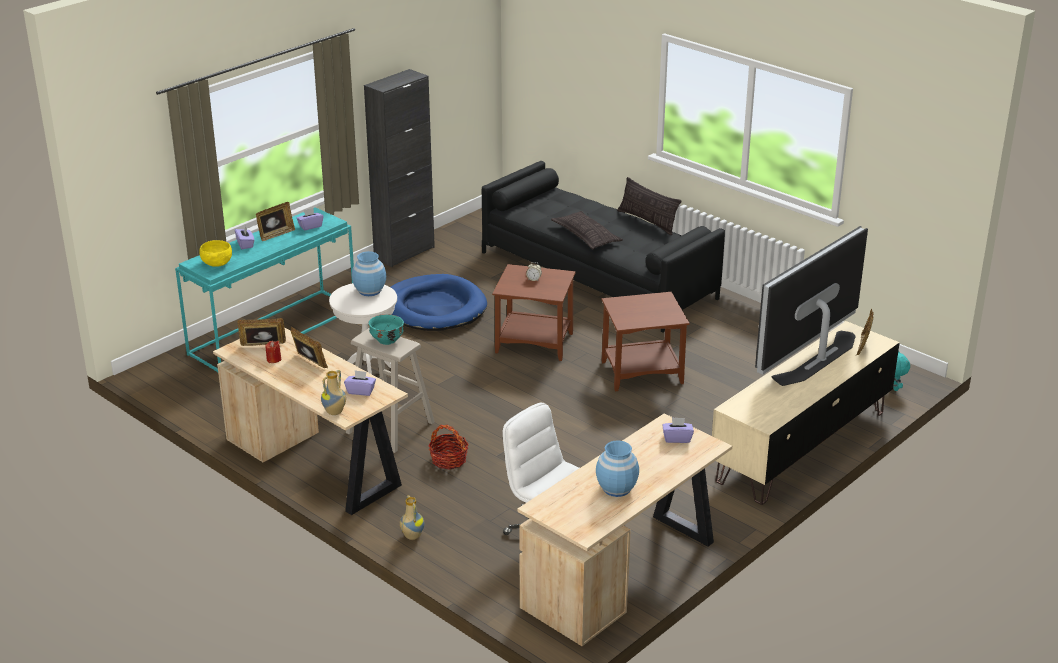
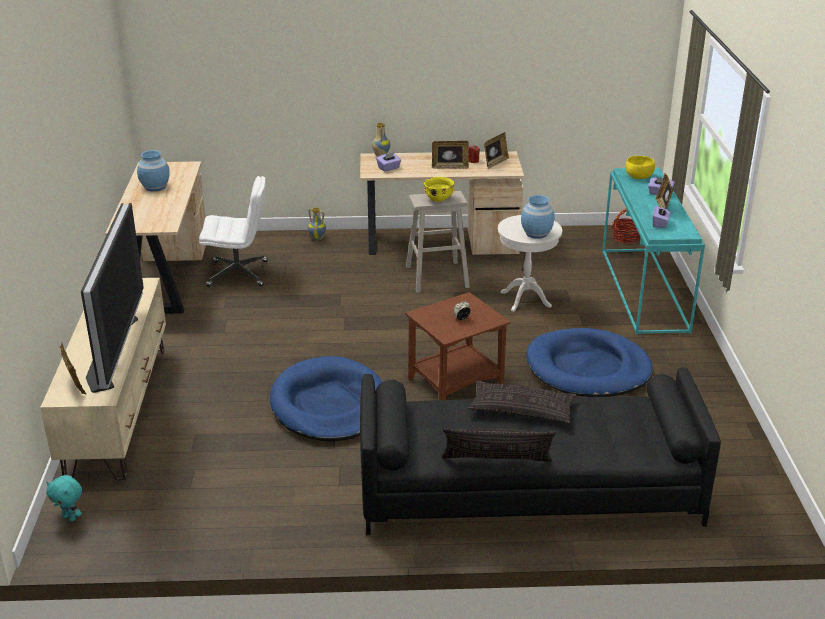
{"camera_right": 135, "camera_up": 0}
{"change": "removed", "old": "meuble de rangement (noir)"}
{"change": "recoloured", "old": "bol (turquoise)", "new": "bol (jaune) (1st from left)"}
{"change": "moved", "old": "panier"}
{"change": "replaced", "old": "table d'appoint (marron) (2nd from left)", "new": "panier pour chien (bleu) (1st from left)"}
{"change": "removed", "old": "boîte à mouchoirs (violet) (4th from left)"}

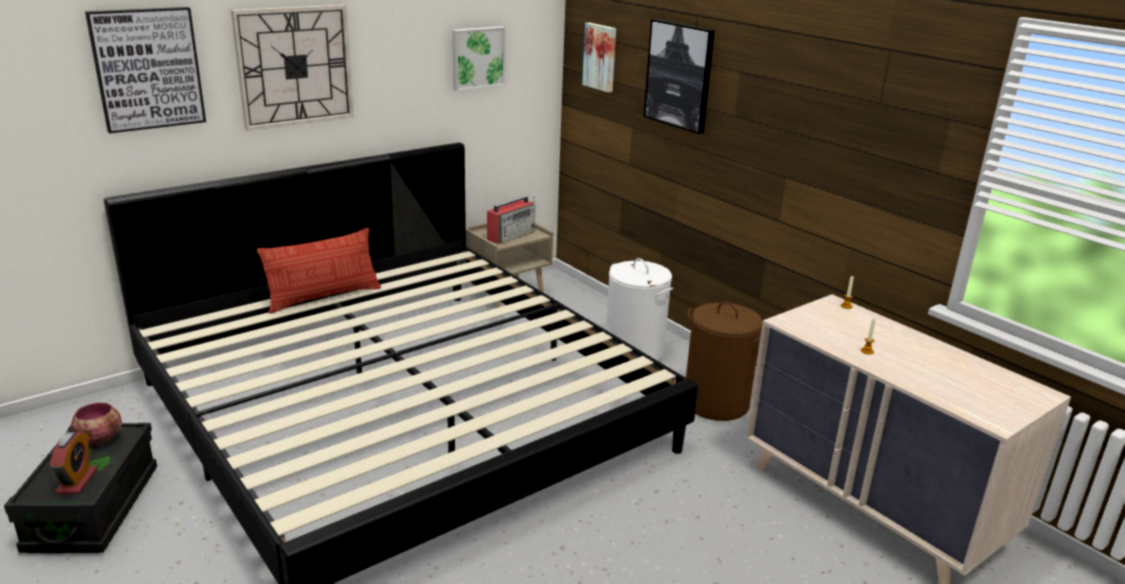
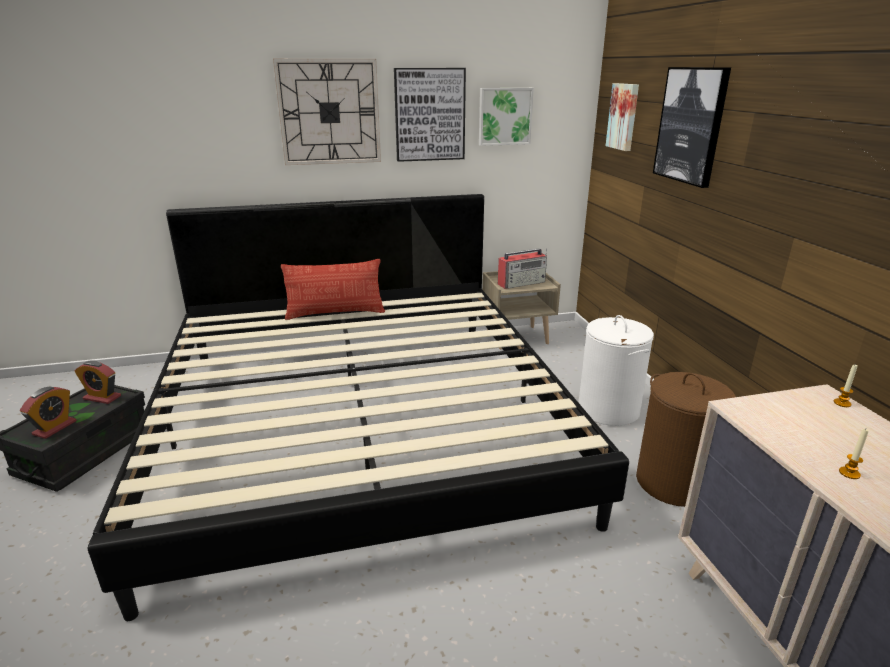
{"camera_right": 25, "camera_up": 0}
{"change": "replaced", "old": "bol", "new": "réveil (2nd from left)"}
{"change": "moved", "old": "tableau (1st from left)"}

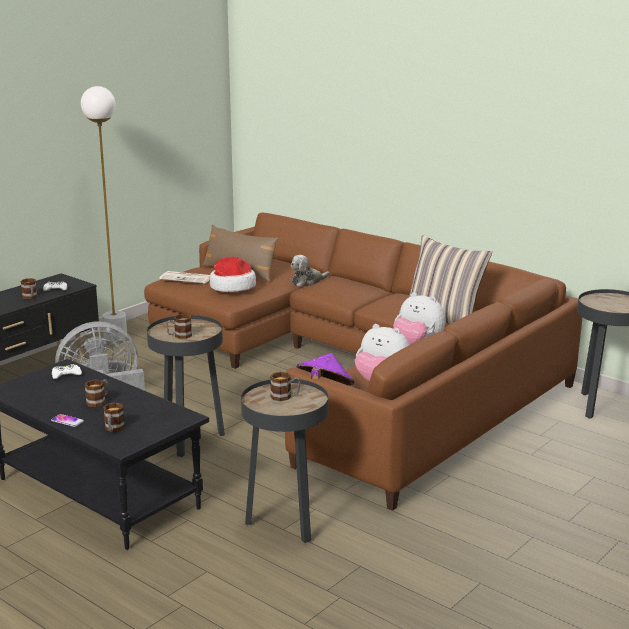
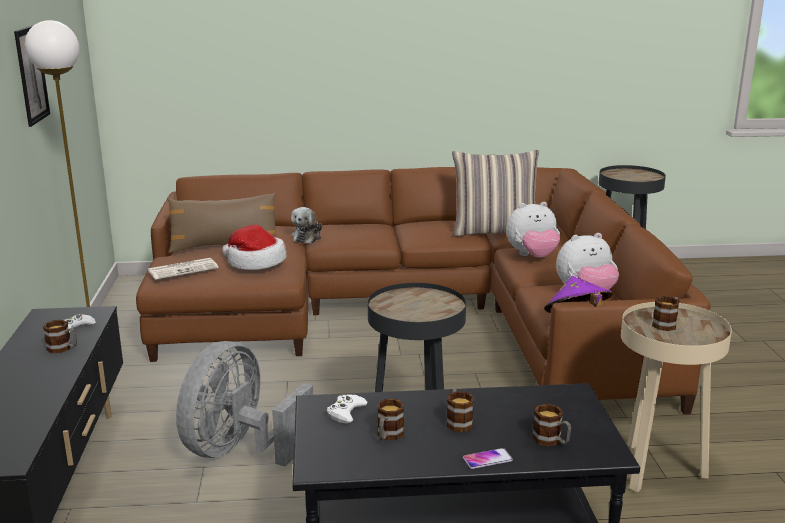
{"camera_right": -45, "camera_up": 0}
{"change": "moved", "old": "mug (4th from left in the first image)", "new": "mug (2nd from left)"}
{"change": "recoloured", "old": "table d'appoint (noir) (2nd from left)", "new": "table d'appoint (beige)"}
{"change": "added", "new": "tableau"}

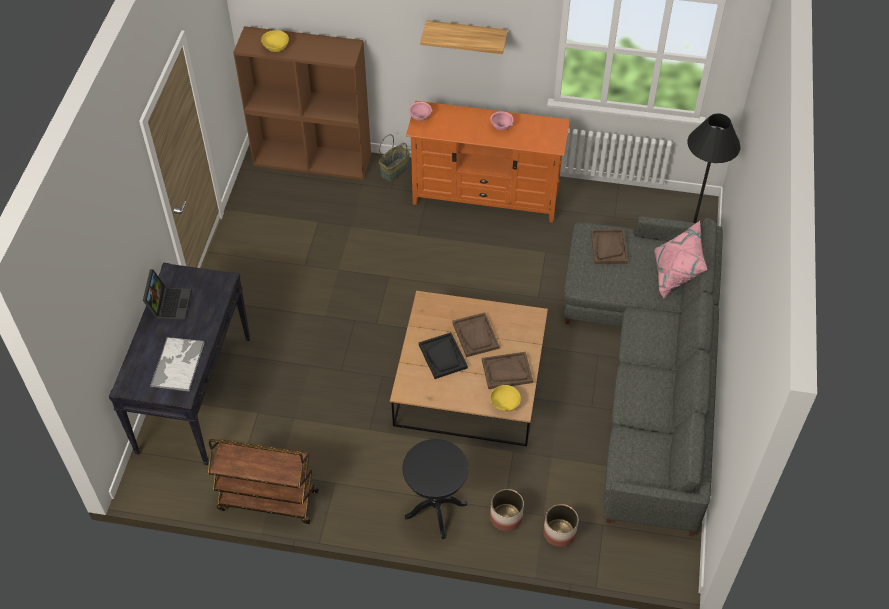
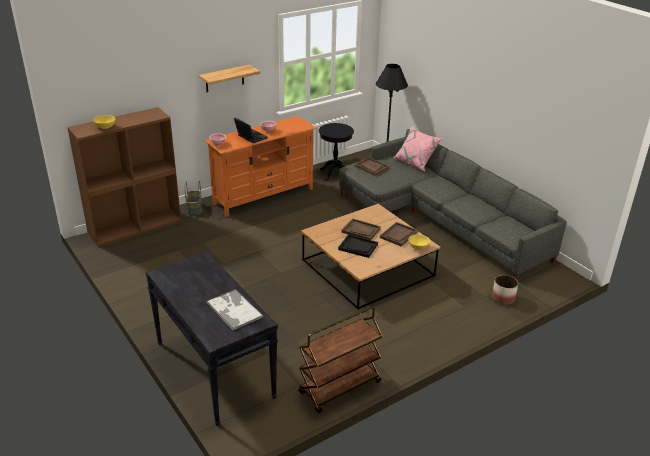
{"camera_right": -45, "camera_up": -20}
{"change": "moved", "old": "ordinateur portable"}
{"change": "moved", "old": "table d'appoint (noir)"}
{"change": "removed", "old": "cache-pot (1st from left)"}

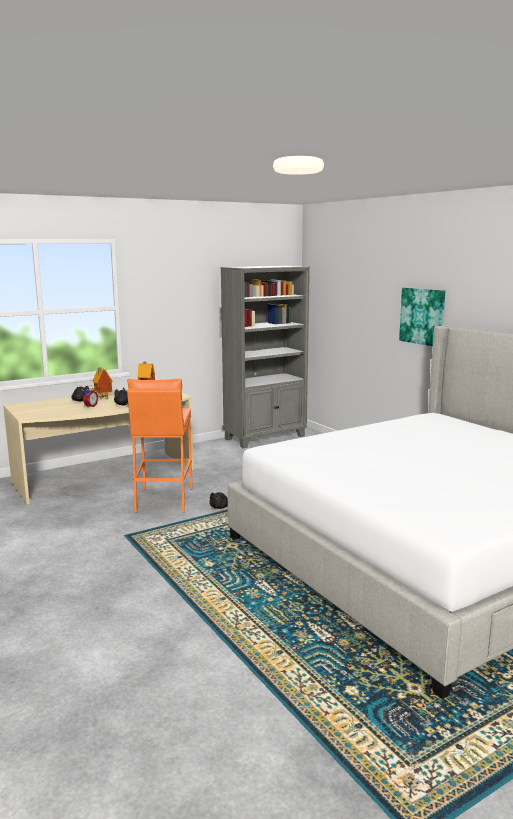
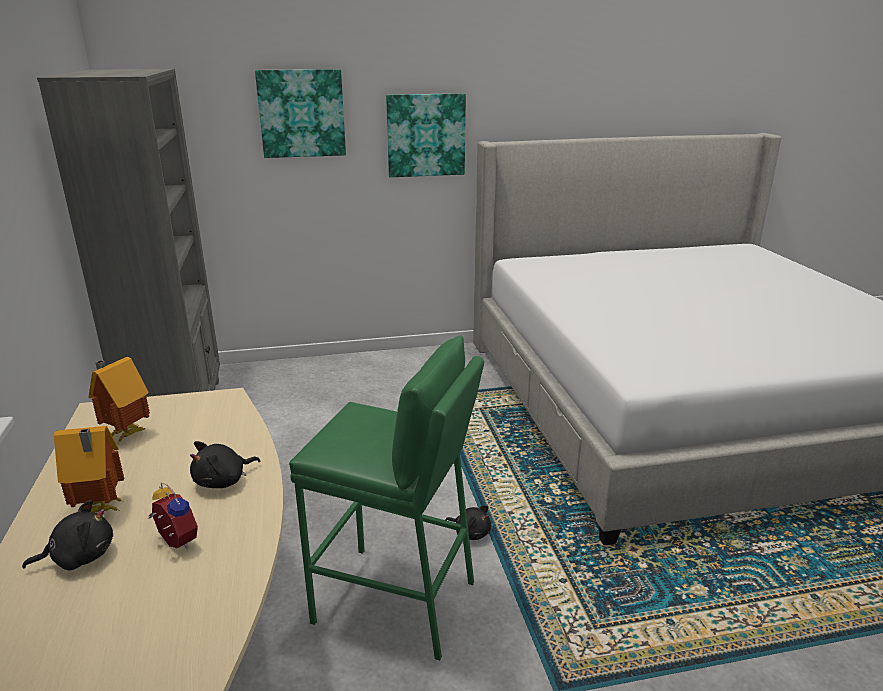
{"camera_right": -70, "camera_up": 10}
{"change": "recoloured", "old": "tabouret (orange)", "new": "tabouret (vert)"}
{"change": "added", "new": "tableau (1st from left)"}

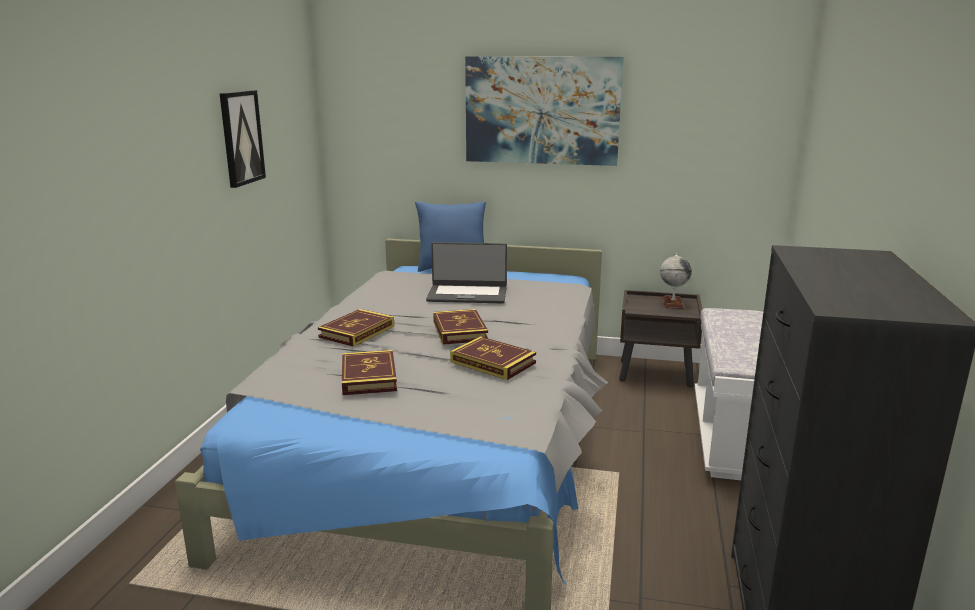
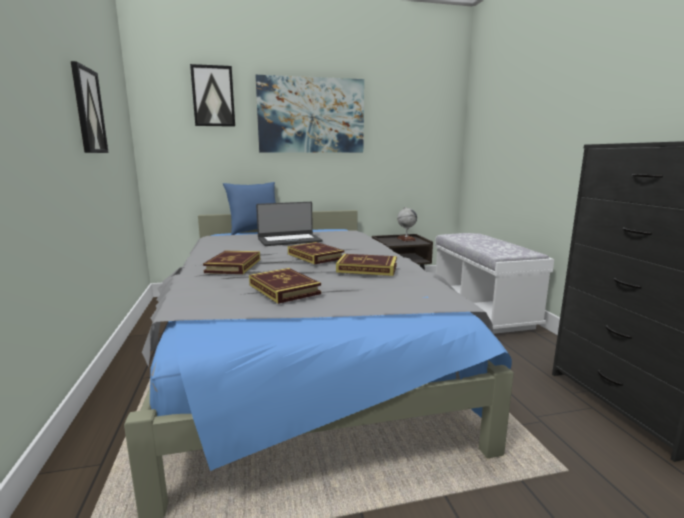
{"camera_right": -25, "camera_up": -5}
{"change": "added", "new": "tableau (2nd from left)"}

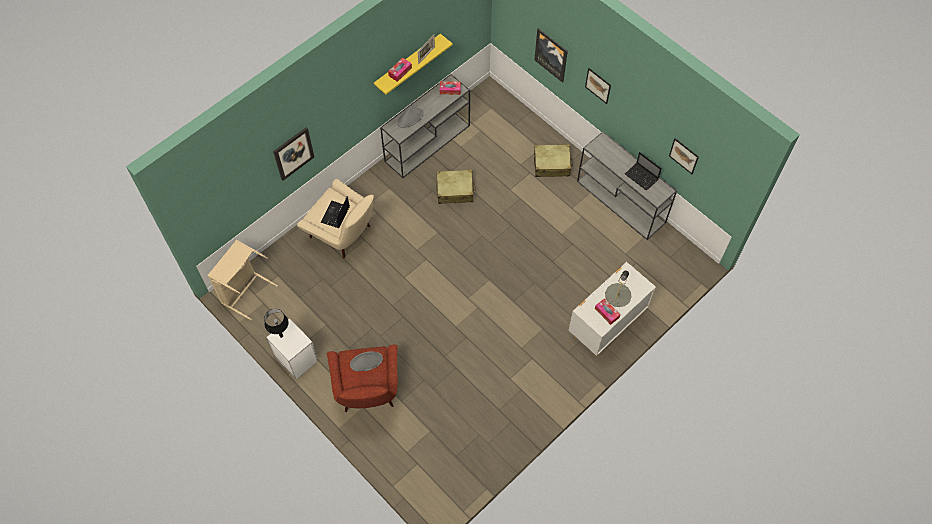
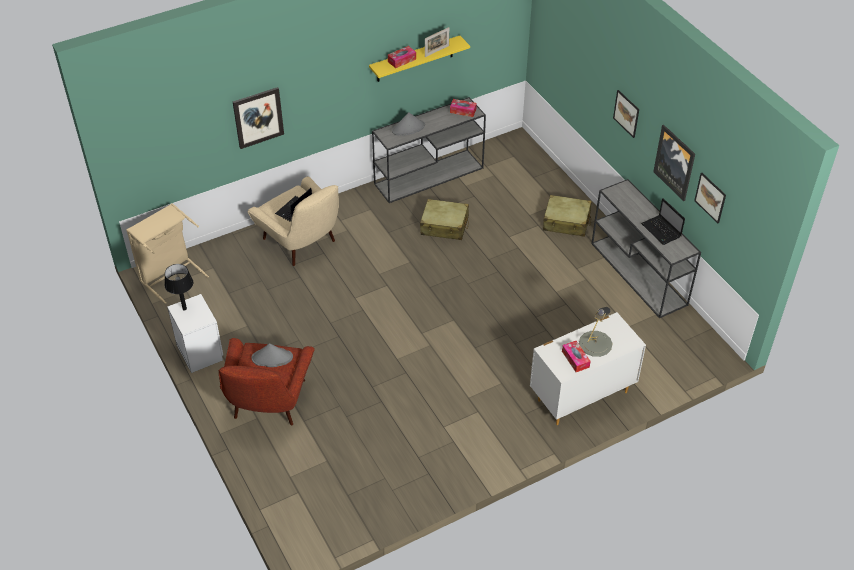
{"camera_right": 15, "camera_up": -15}
{"change": "moved", "old": "tableau (2nd from left in the first image)", "new": "tableau (3rd from left)"}

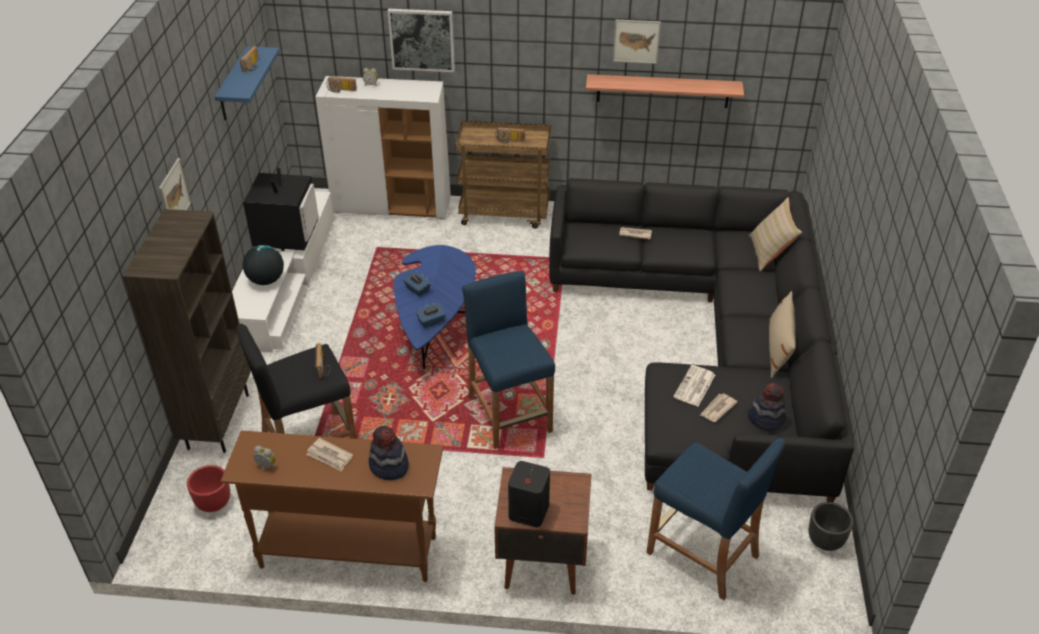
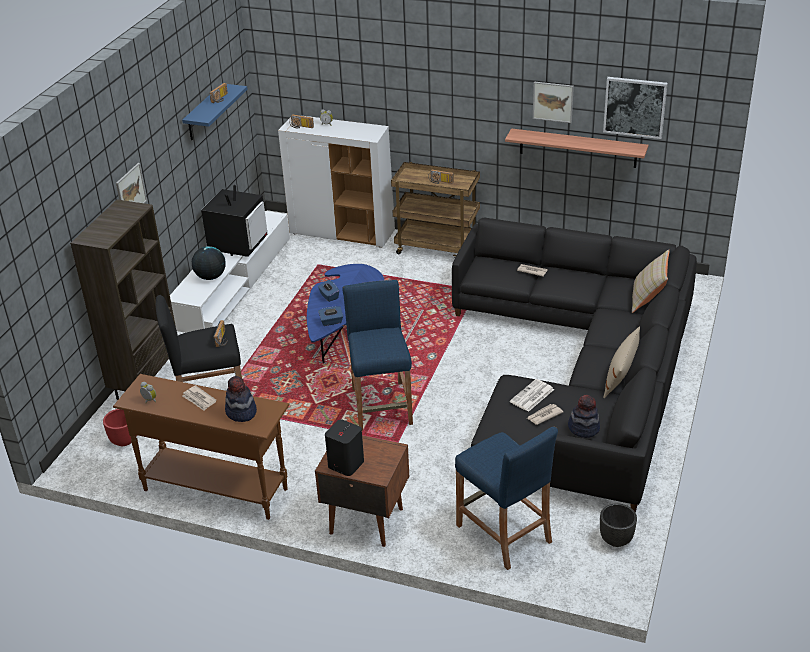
{"camera_right": 15, "camera_up": -5}
{"change": "moved", "old": "tableau (2nd from left in the first image)", "new": "tableau (3rd from left)"}

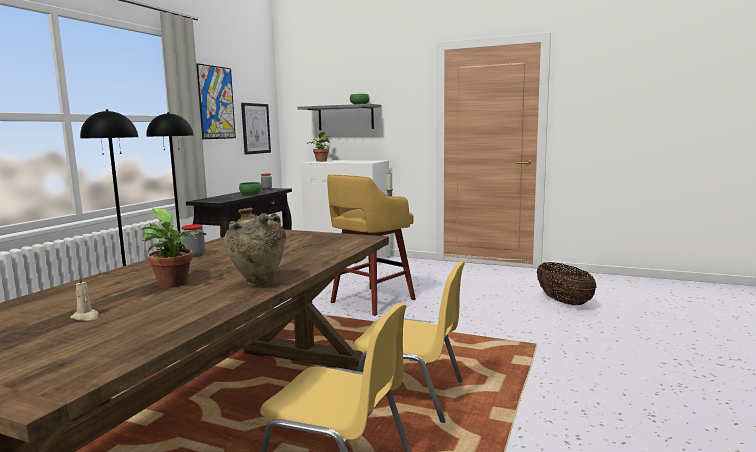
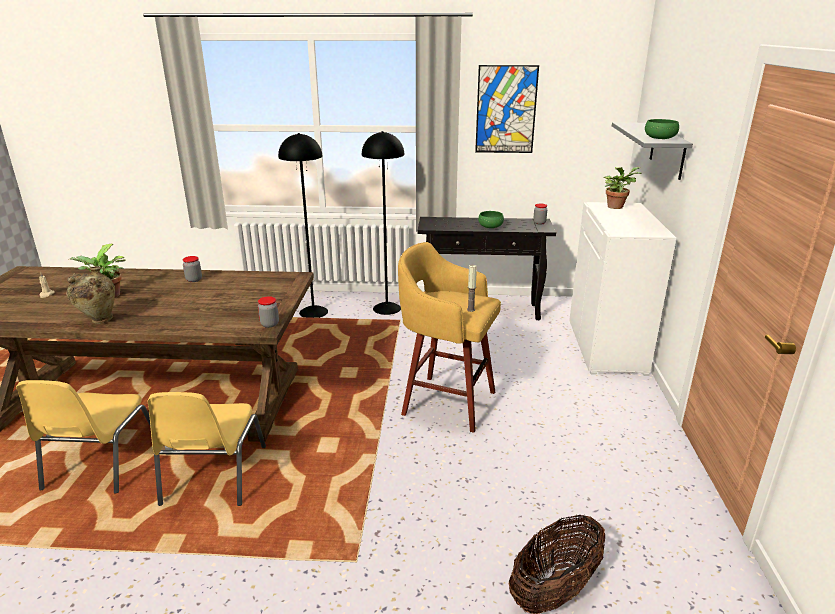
{"camera_right": 70, "camera_up": 15}
{"change": "removed", "old": "tableau (2nd from left)"}
{"change": "added", "new": "bocal (2nd from left)"}

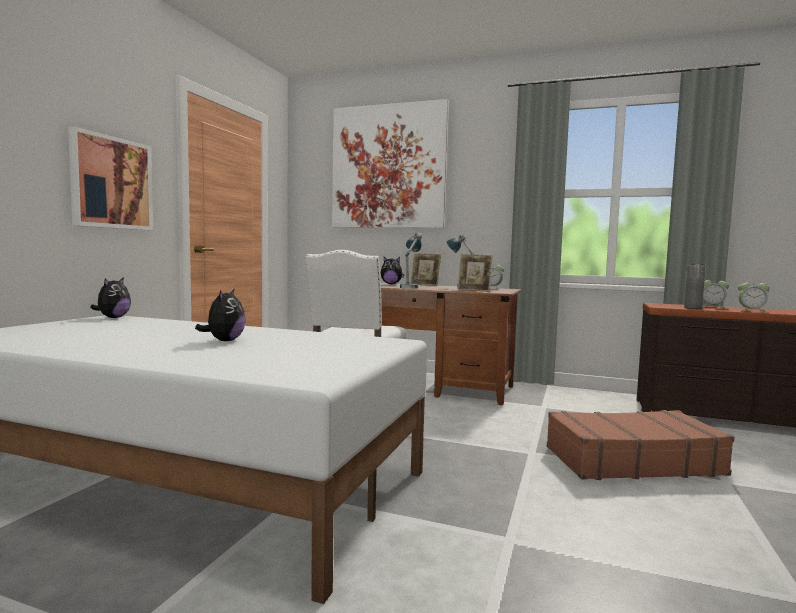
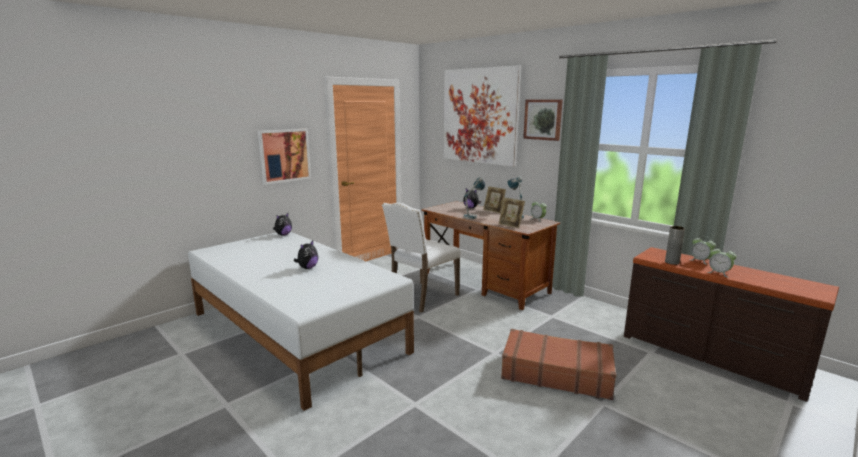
{"camera_right": 25, "camera_up": 10}
{"change": "added", "new": "tableau (3rd from left)"}

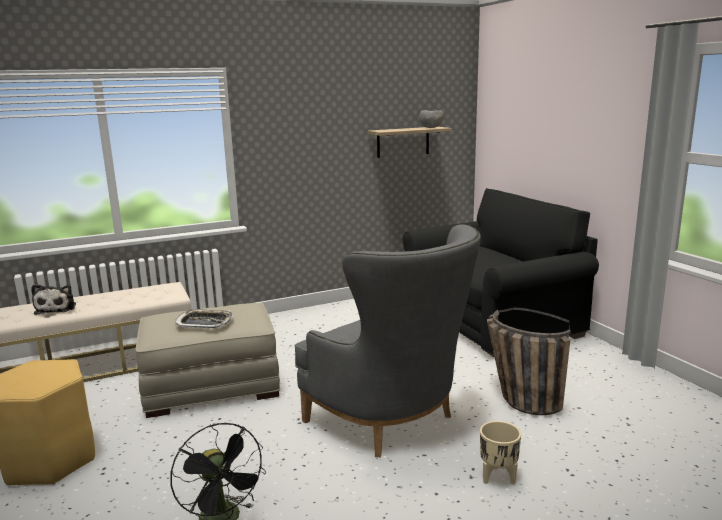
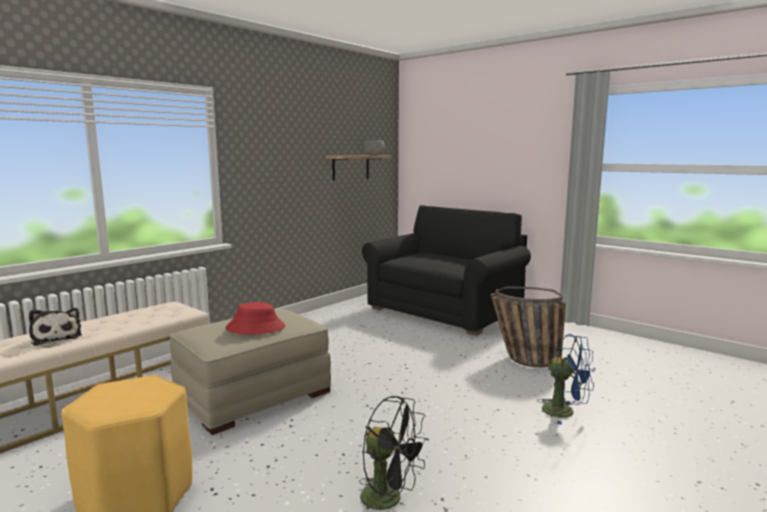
{"camera_right": -25, "camera_up": -5}
{"change": "replaced", "old": "plateau", "new": "chapeau (rouge)"}
{"change": "removed", "old": "fauteuil (gris)"}
{"change": "replaced", "old": "cache-pot (beige)", "new": "ventilateur (bleu)"}

